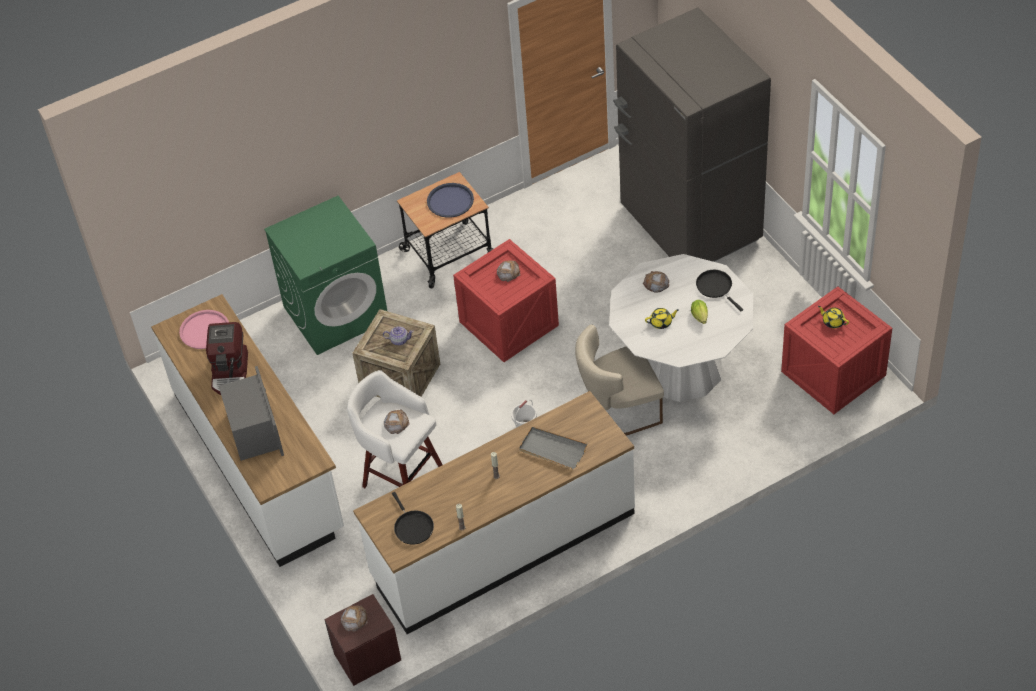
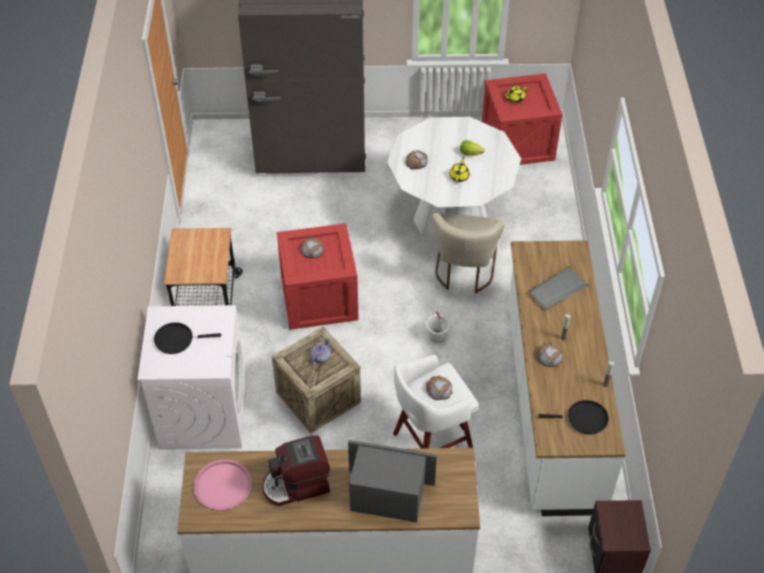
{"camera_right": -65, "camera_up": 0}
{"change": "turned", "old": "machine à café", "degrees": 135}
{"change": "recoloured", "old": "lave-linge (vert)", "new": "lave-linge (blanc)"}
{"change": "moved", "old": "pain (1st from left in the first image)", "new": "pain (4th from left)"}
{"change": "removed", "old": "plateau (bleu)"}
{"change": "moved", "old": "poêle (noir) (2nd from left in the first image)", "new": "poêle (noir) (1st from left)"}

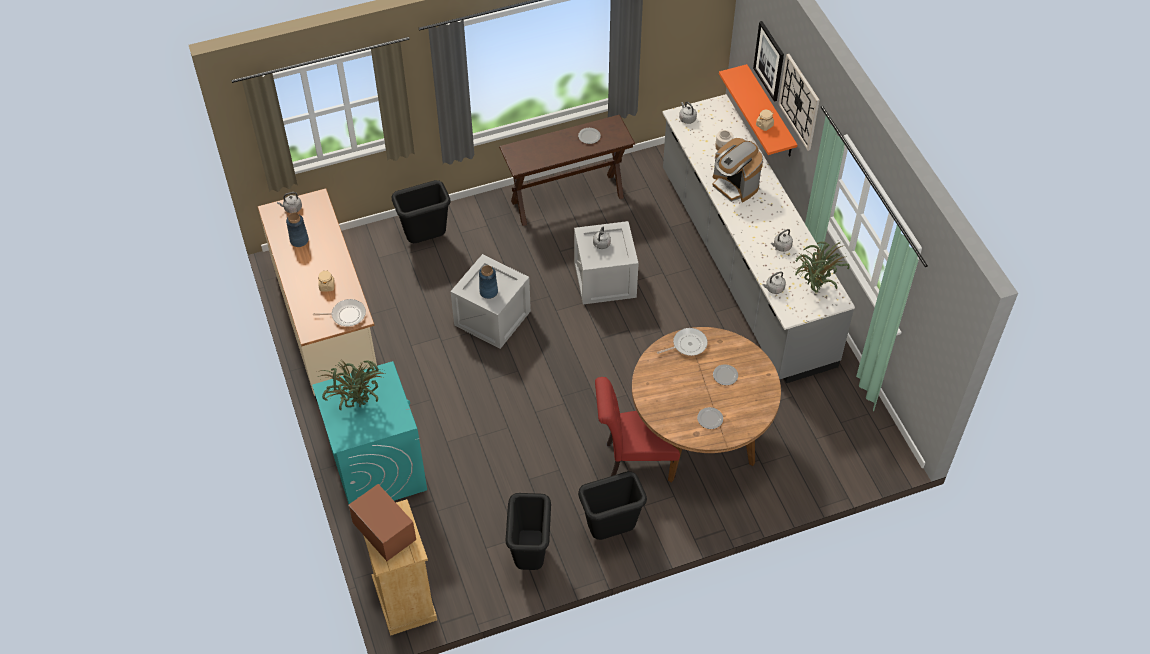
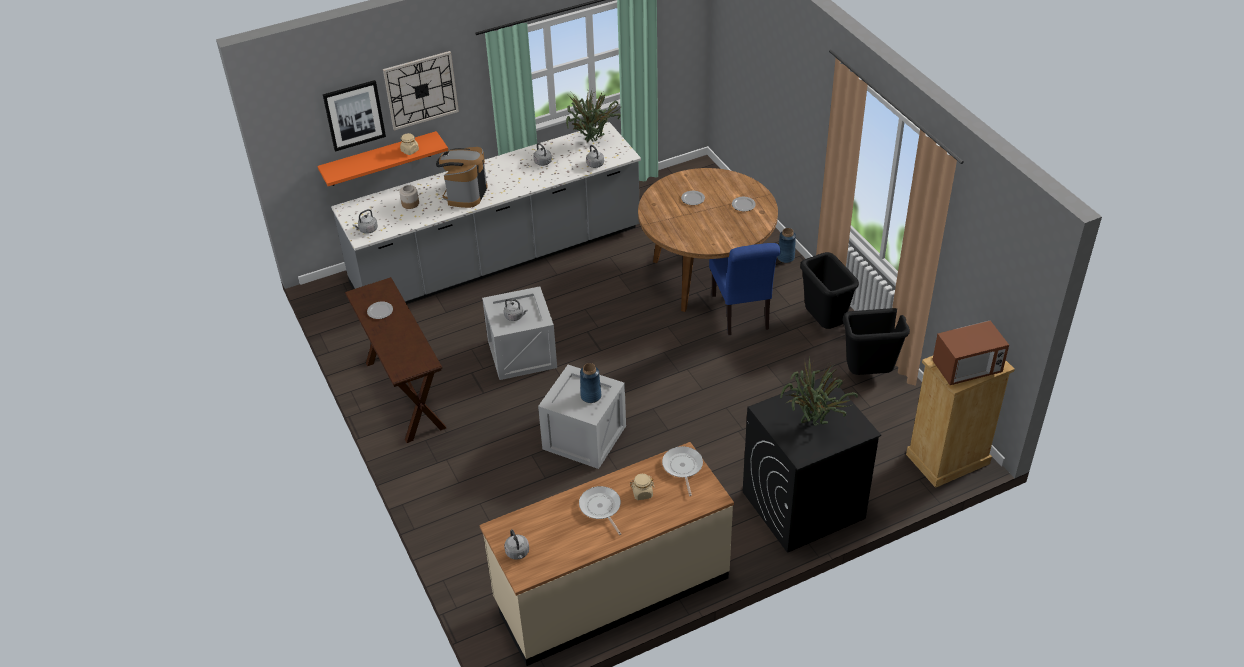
{"camera_right": -95, "camera_up": -10}
{"change": "moved", "old": "vase (bleu) (1st from left in the first image)", "new": "vase (bleu) (2nd from left)"}
{"change": "recoloured", "old": "lave-linge (turquoise)", "new": "lave-linge (noir)"}
{"change": "turned", "old": "micro-ondes", "degrees": -150}
{"change": "removed", "old": "poubelle (noir) (1st from left)"}
{"change": "recoloured", "old": "chaise (rouge)", "new": "chaise (bleu)"}
{"change": "moved", "old": "poêle (2nd from left in the first image)", "new": "poêle (1st from left)"}
{"change": "turned", "old": "machine à café", "degrees": 150}

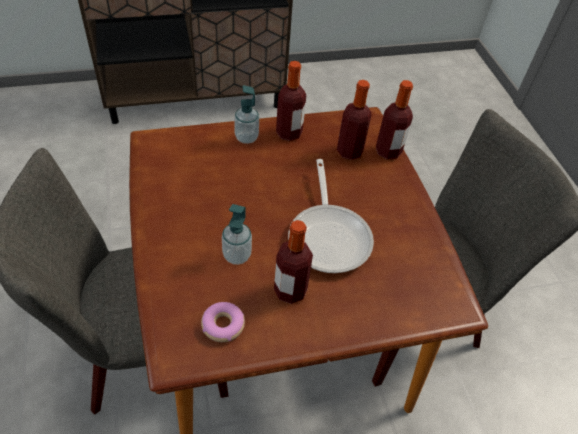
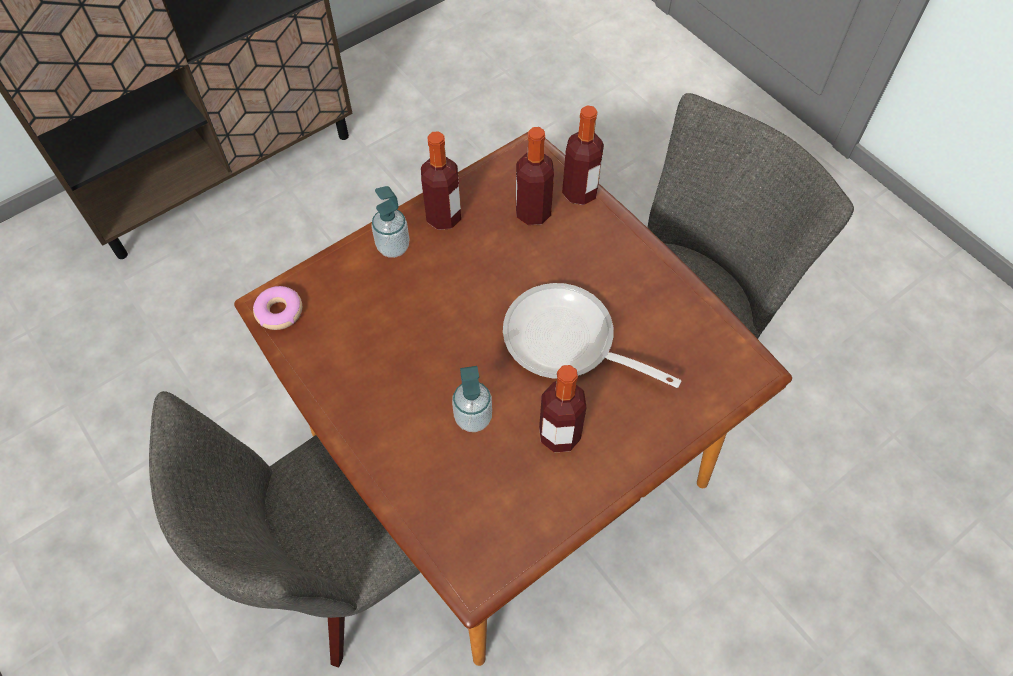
{"camera_right": -20, "camera_up": 10}
{"change": "moved", "old": "beignet"}
{"change": "turned", "old": "poêle", "degrees": 150}

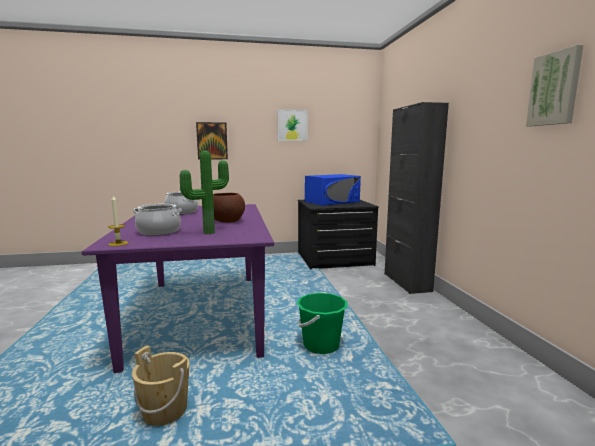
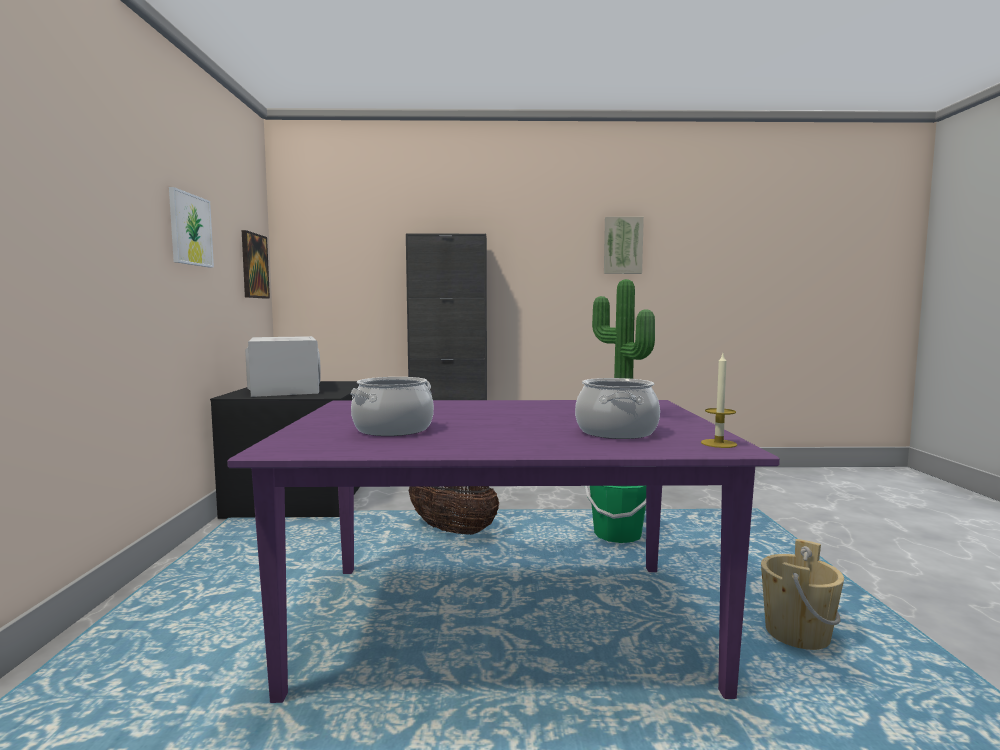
{"camera_right": -80, "camera_up": -5}
{"change": "moved", "old": "tableau (1st from left in the first image)", "new": "tableau (2nd from left)"}
{"change": "removed", "old": "bol (marron)"}
{"change": "recoloured", "old": "micro-ondes (bleu)", "new": "micro-ondes (blanc)"}
{"change": "added", "new": "panier"}

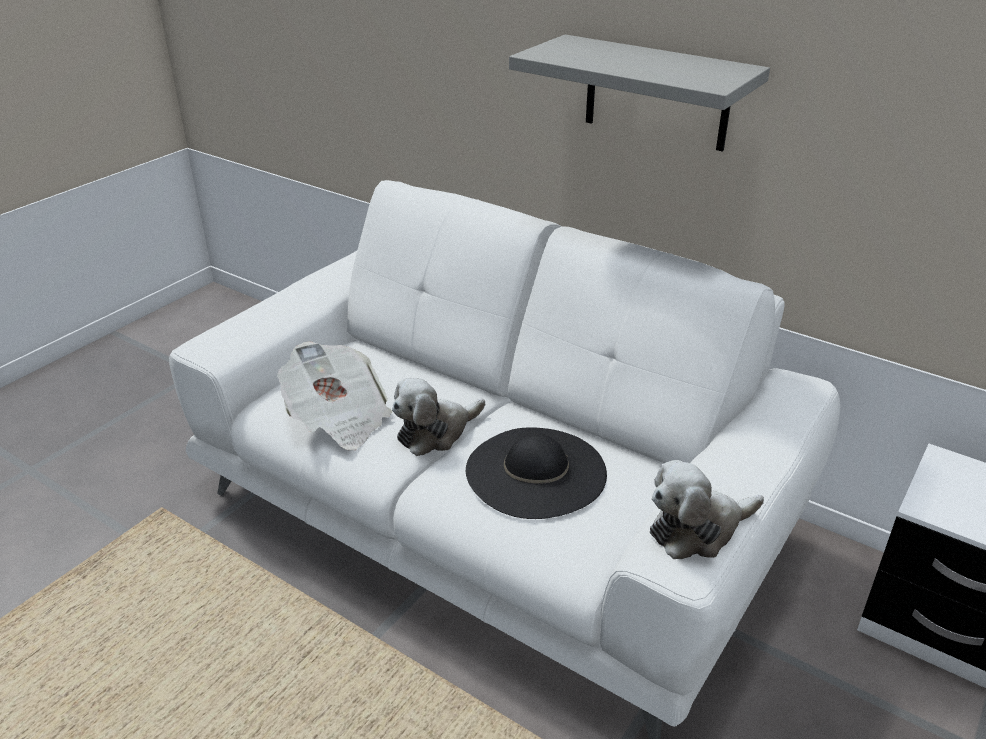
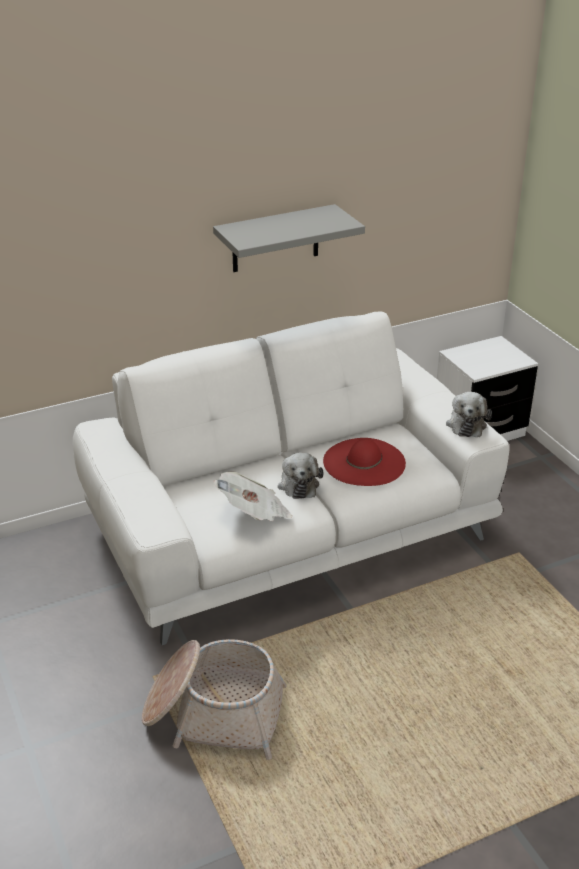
{"camera_right": -60, "camera_up": 0}
{"change": "recoloured", "old": "chapeau (noir)", "new": "chapeau (rouge)"}
{"change": "added", "new": "panier"}

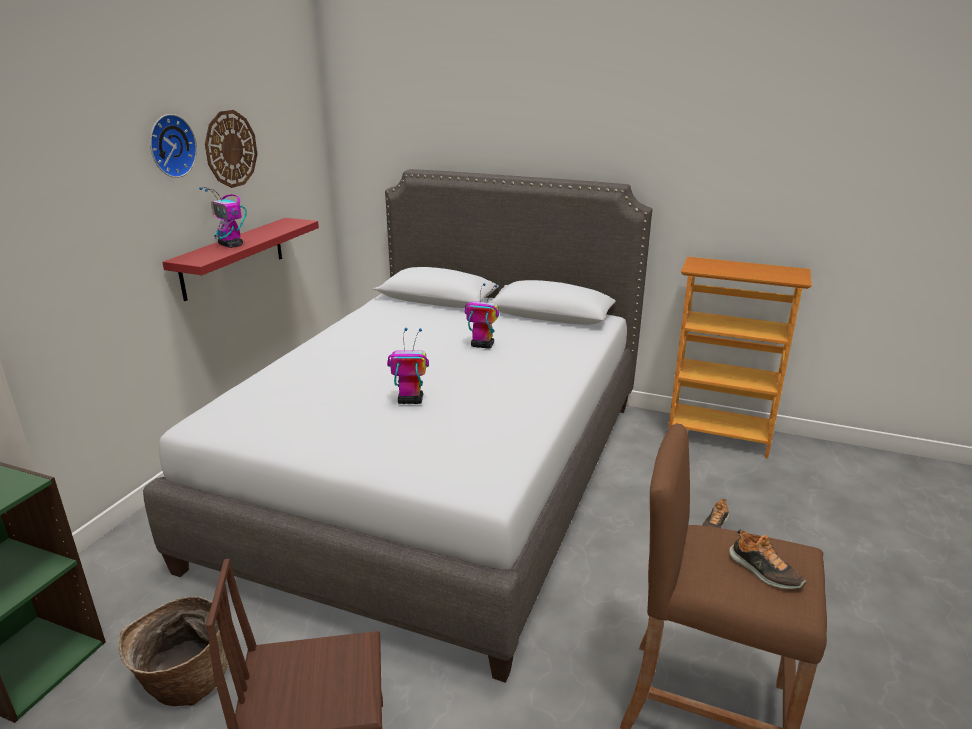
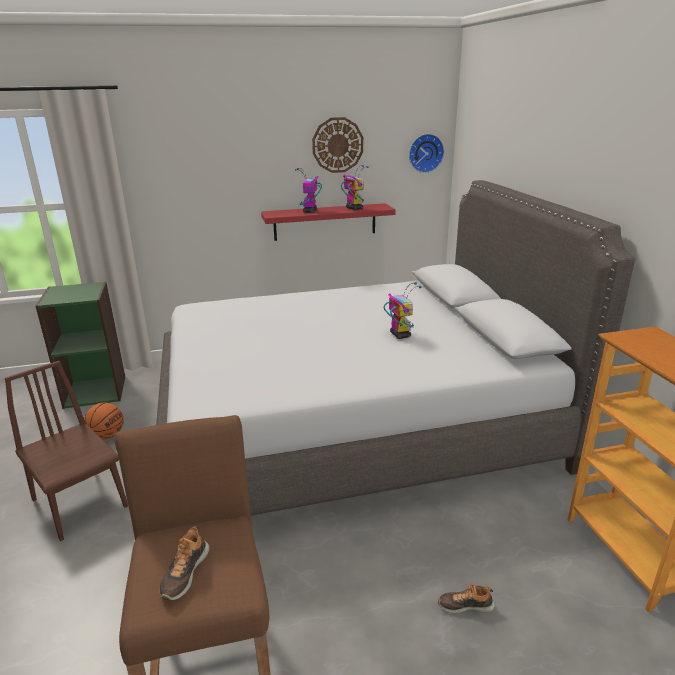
{"camera_right": 55, "camera_up": 0}
{"change": "replaced", "old": "panier", "new": "ballon de basket"}
{"change": "moved", "old": "horloge murale (1st from left in the first image)", "new": "horloge murale (2nd from left)"}
{"change": "moved", "old": "robot jouet (2nd from left)"}

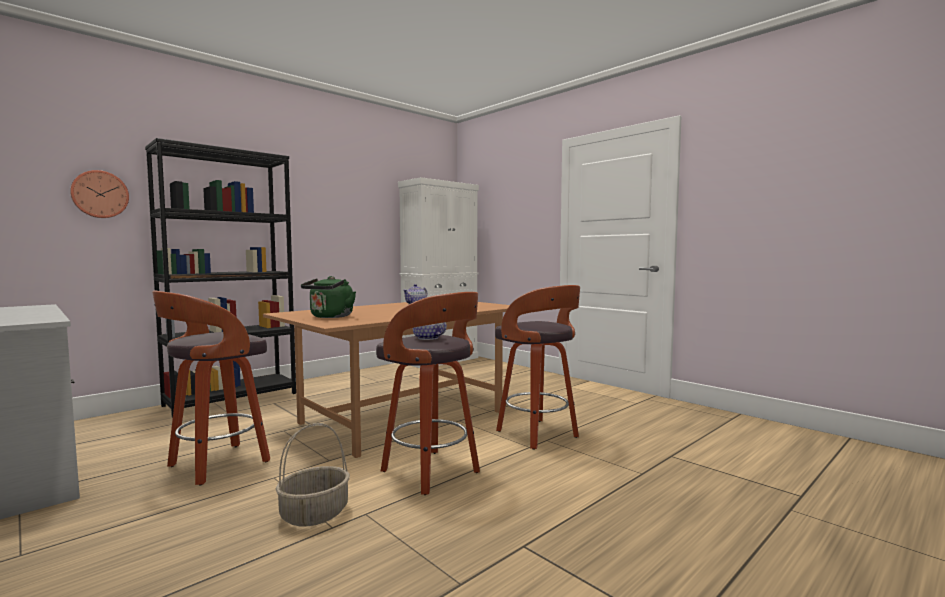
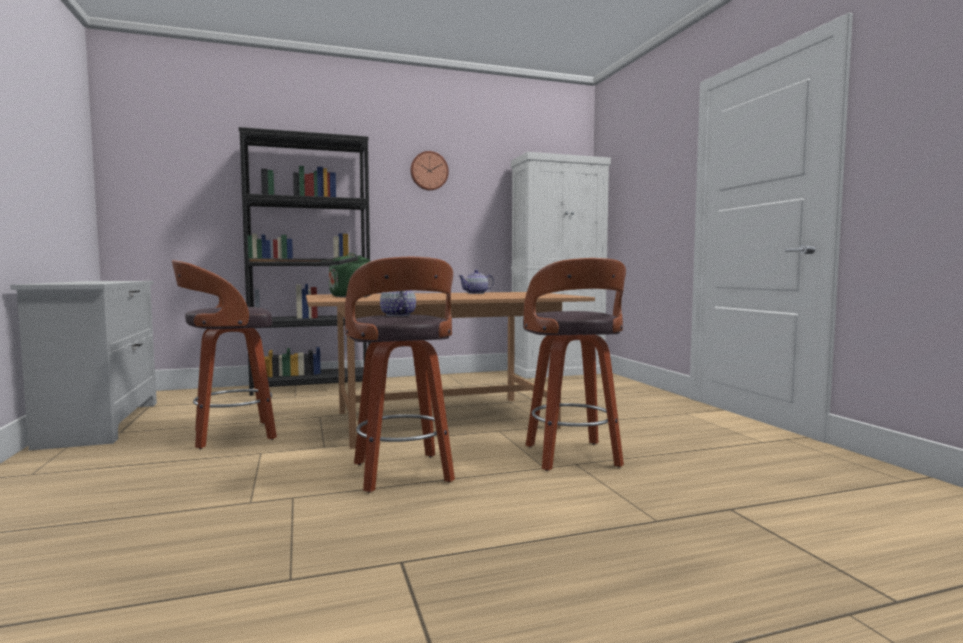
{"camera_right": 25, "camera_up": 0}
{"change": "moved", "old": "horloge murale"}
{"change": "removed", "old": "panier"}

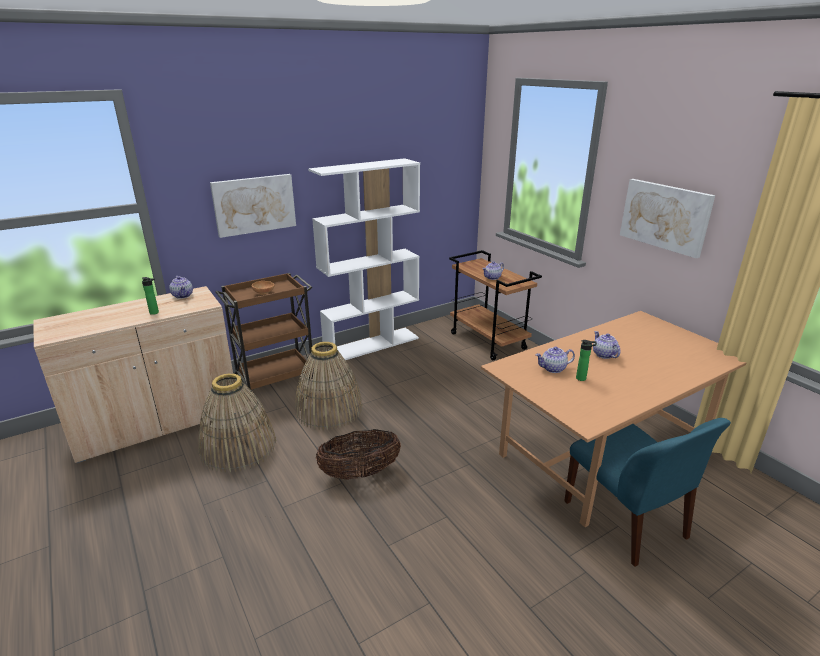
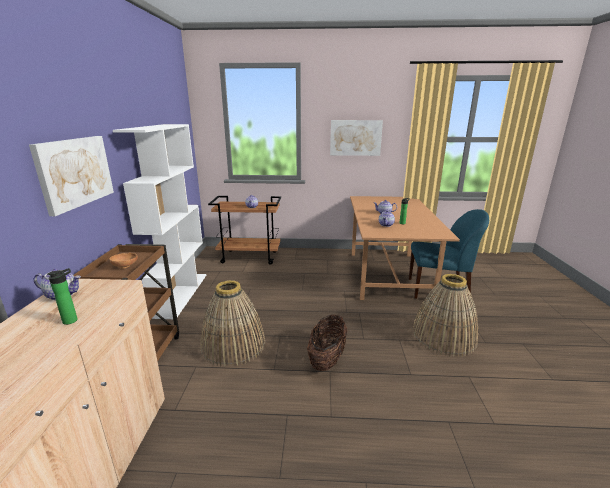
{"camera_right": -55, "camera_up": -5}
{"change": "moved", "old": "panier (1st from left in the first image)", "new": "panier (3rd from left)"}

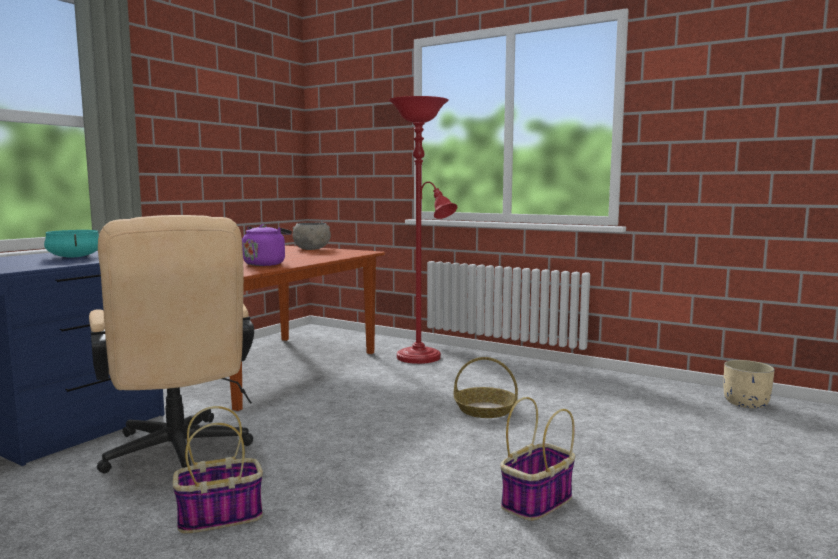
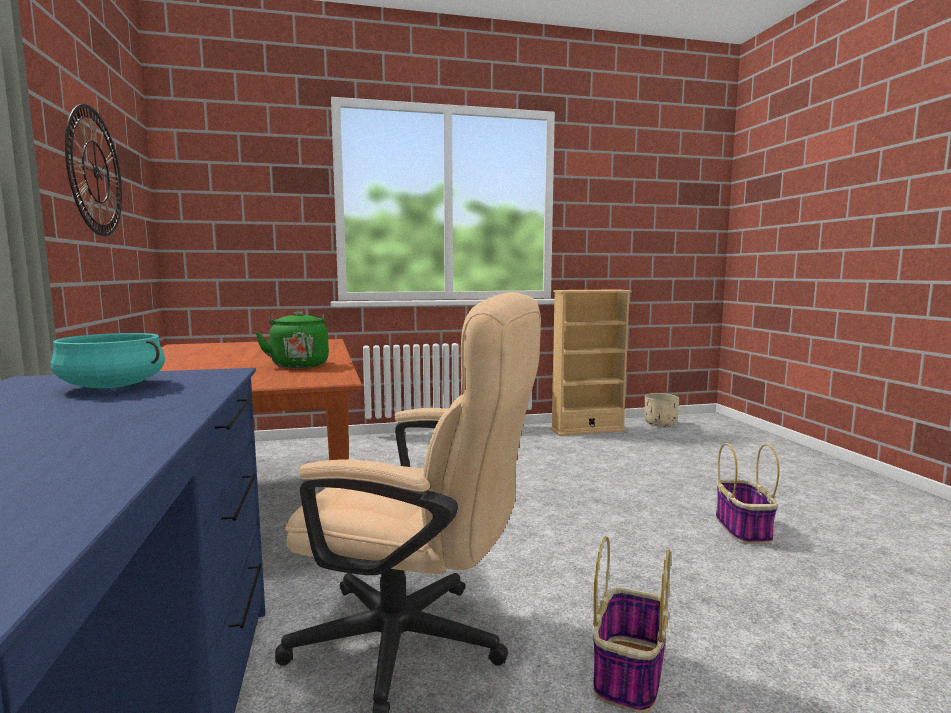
{"camera_right": -45, "camera_up": 0}
{"change": "recoloured", "old": "bouilloire (violet)", "new": "bouilloire (vert)"}
{"change": "removed", "old": "bol (gris)"}
{"change": "removed", "old": "lampadaire (rouge)"}
{"change": "removed", "old": "panier (2nd from left)"}
{"change": "added", "new": "horloge murale"}
{"change": "added", "new": "bibliothèque (beige)"}

